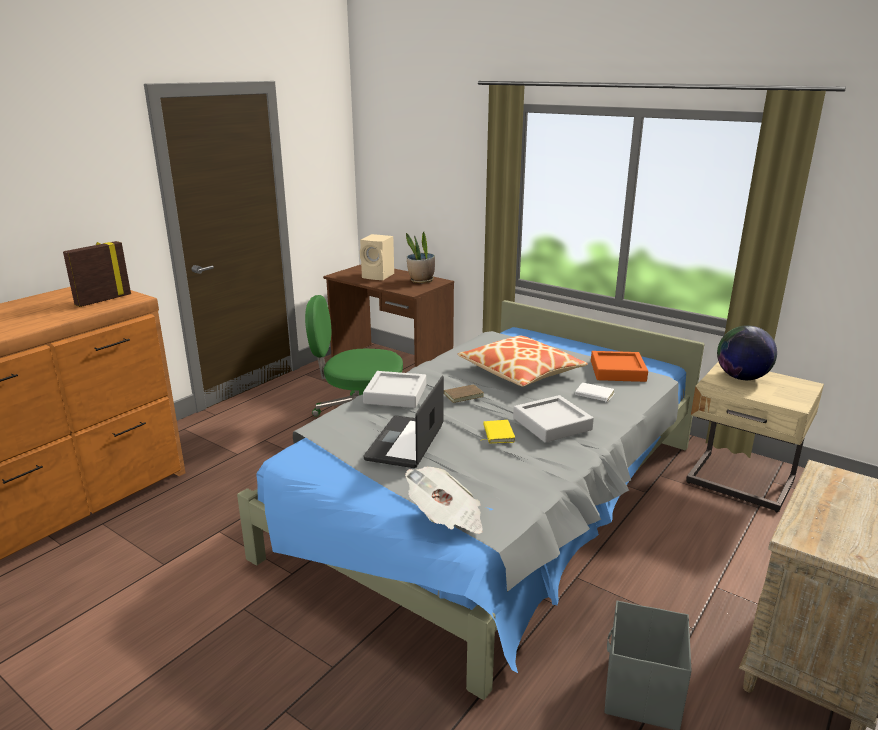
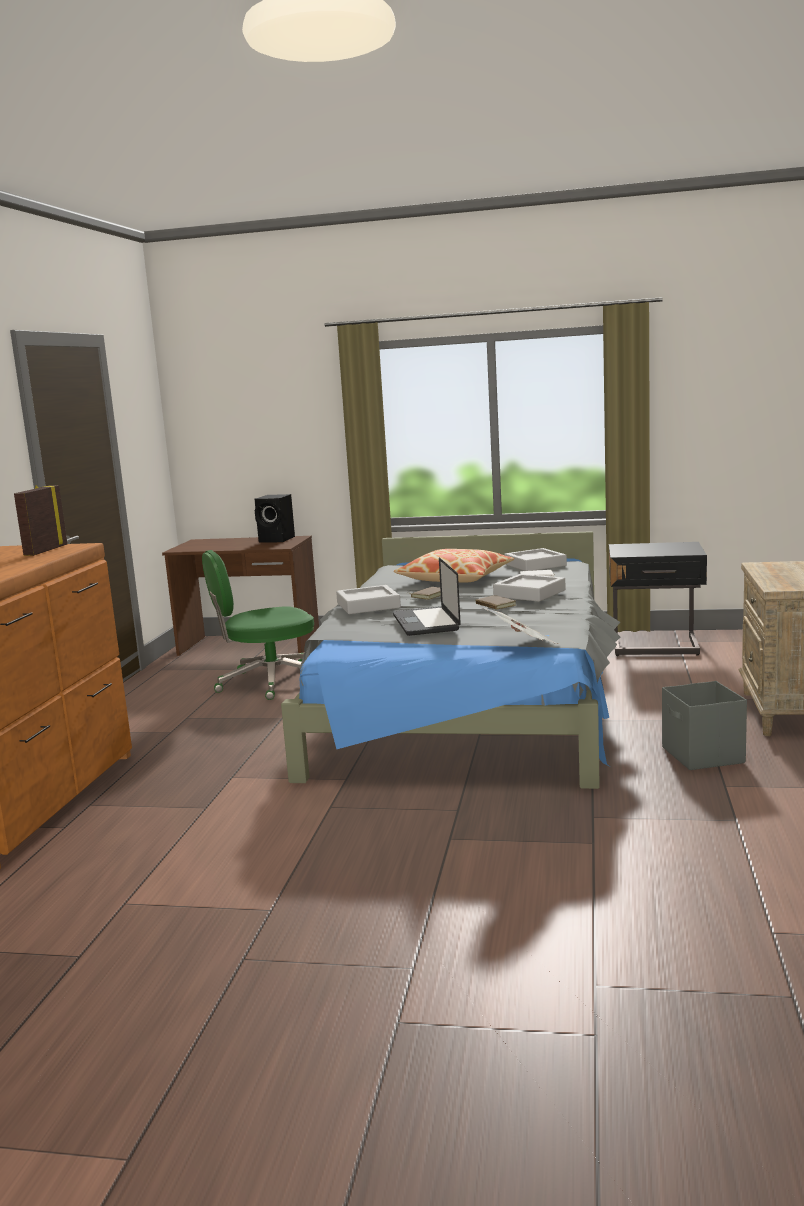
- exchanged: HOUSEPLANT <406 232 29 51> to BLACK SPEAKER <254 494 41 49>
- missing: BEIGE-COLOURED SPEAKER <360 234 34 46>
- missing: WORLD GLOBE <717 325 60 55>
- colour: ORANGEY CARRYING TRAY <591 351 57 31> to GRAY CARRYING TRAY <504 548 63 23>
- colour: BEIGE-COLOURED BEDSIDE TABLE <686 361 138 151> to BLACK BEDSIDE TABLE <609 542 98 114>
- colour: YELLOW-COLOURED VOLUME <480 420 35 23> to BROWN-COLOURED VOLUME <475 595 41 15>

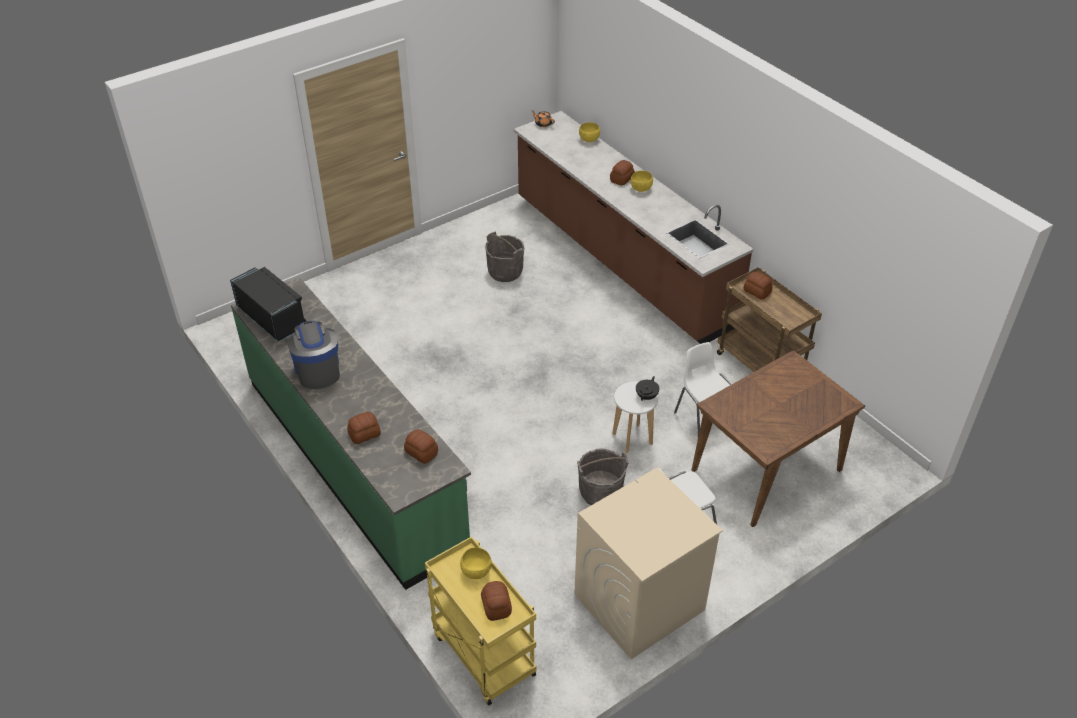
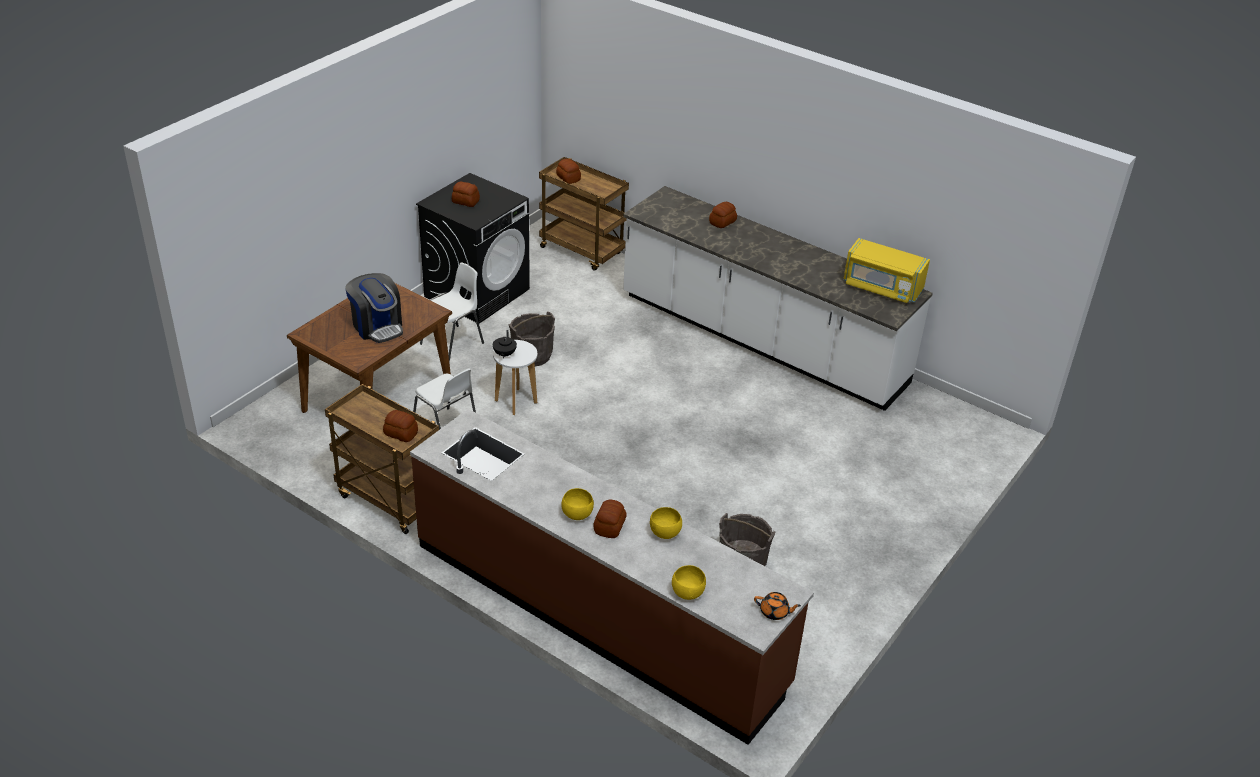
- colour: BLACK MICROWAVE <230 267 76 75> to YELLOW-COLOURED MICROWAVE <844 238 86 65>
- colour: GREEN COUNTER <231 277 240 313> to WHITE-COLOURED COUNTER <623 186 310 225>
- relocated: COFFEE BREWER <288 321 52 68> to <345 273 58 70>
- relocated: BAKERY BREAD <404 429 34 34> to <452 182 28 25>
- colour: BEIGE-COLOURED LAUNDRY APPLIANCE <575 468 148 191> to BLACK LAUNDRY APPLIANCE <416 173 114 151>
- colour: YELLOW-COLOURED WHEELED CART <425 536 111 169> to BROWN-COLOURED WHEELED CART <539 157 90 114>
- relocated: YELLOW-COLOURED BOWL <460 547 32 33> to <650 507 32 32>

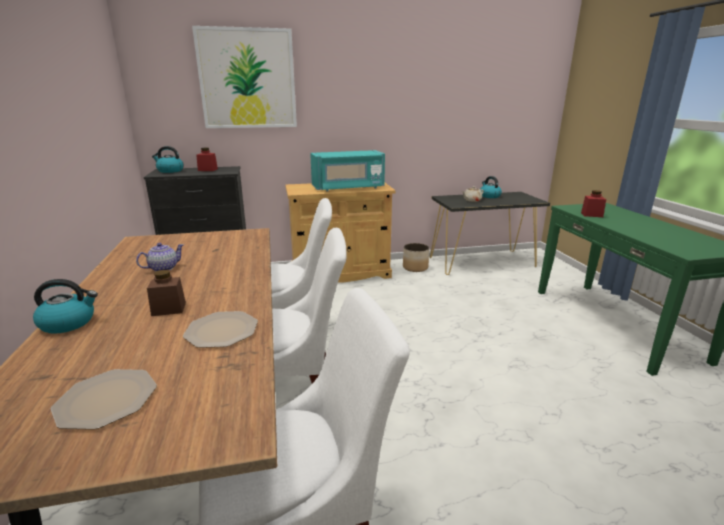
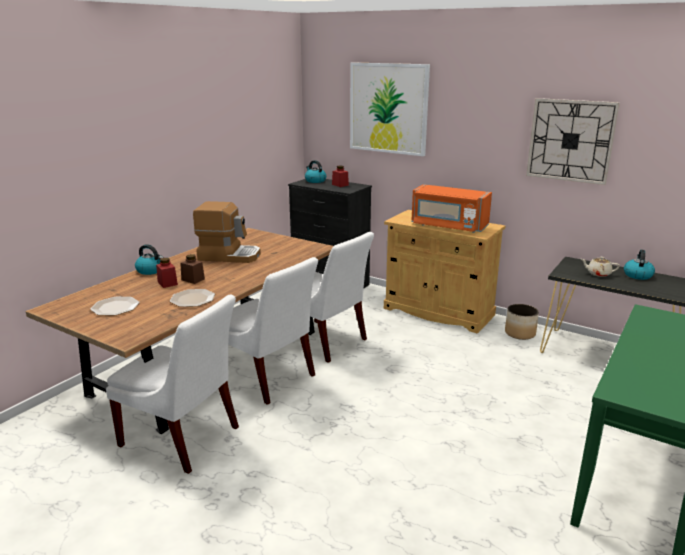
- colour: TURQUOISE MICROWAVE <310 150 75 42> to ORANGEY MICROWAVE <411 184 81 49>
- relocated: RED PRESERVE JAR <581 190 25 27> to <156 258 22 30>
- exchanged: TEAPOT <136 243 48 28> to COFFEE BREWER <193 201 68 62>
- appeared: WALL CLOCK <526 98 94 87>

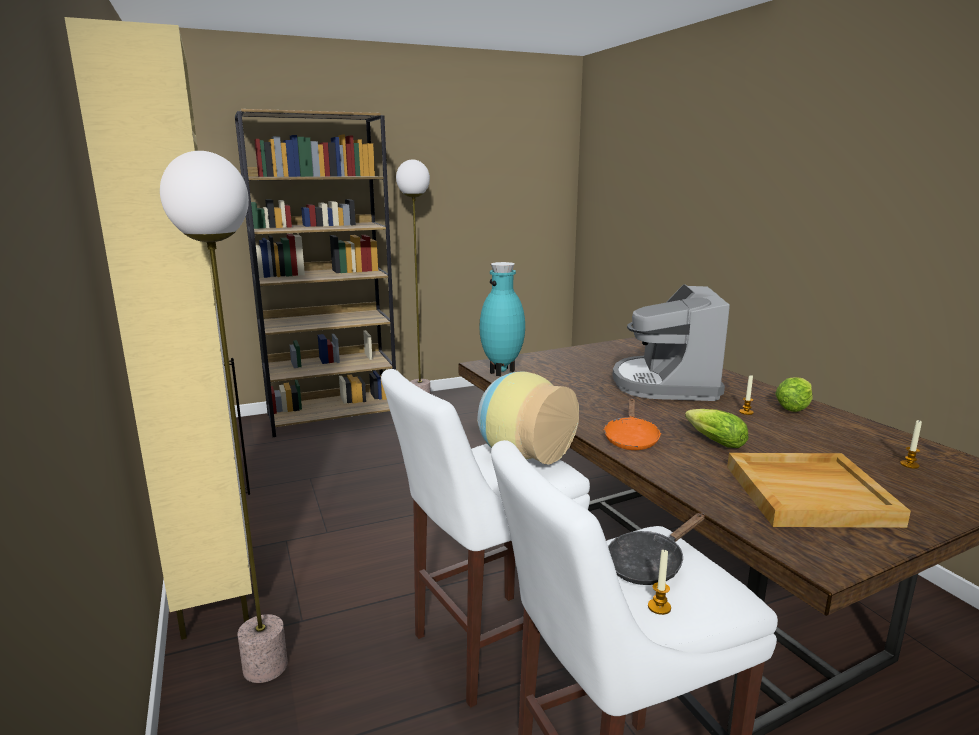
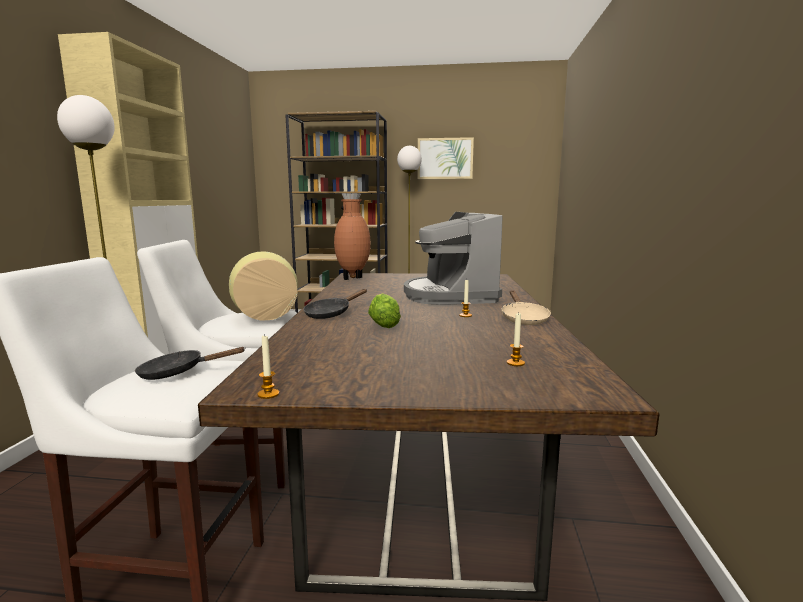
- colour: TURQUOISE FLOWER VASE <479 262 46 114> to BROWN-COLOURED FLOWER VASE <334 193 37 87>
- spun: COFFEE BREWER <612 284 118 117> = <404 212 99 93> 45 degrees counterclockwise
- exchanged: LETTUCE HEAD <775 377 38 35> to BEIGE-COLOURED SKILLET <501 290 50 35>
- colour: ORANGEY SKILLET <603 398 58 52> to BLACK SKILLET <303 289 64 30>
- missing: BEIGE-COLOURED CARRYING TRAY <727 453 184 75>
- relocated: WAX CANDLE <648 550 23 65> to <257 336 22 63>
- appeared: WALL ART <418 137 56 42>

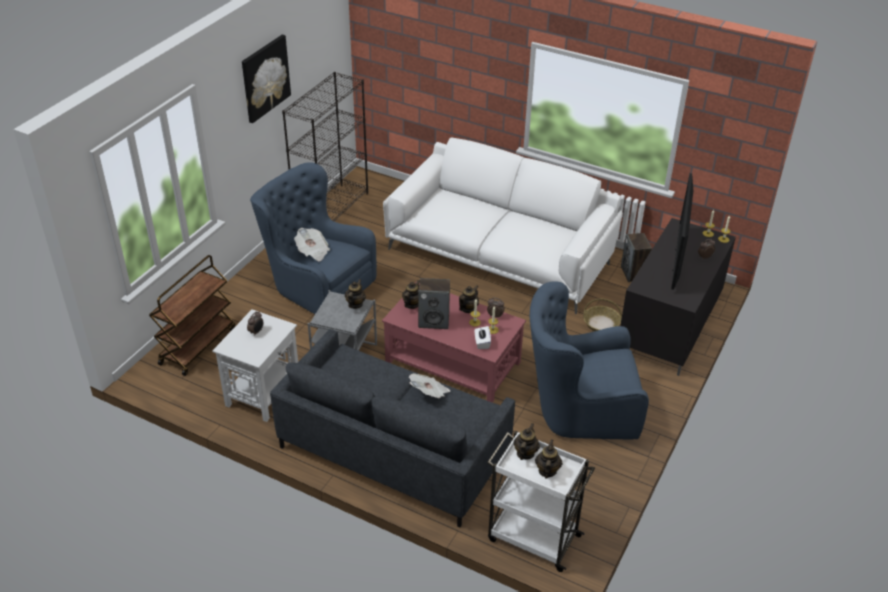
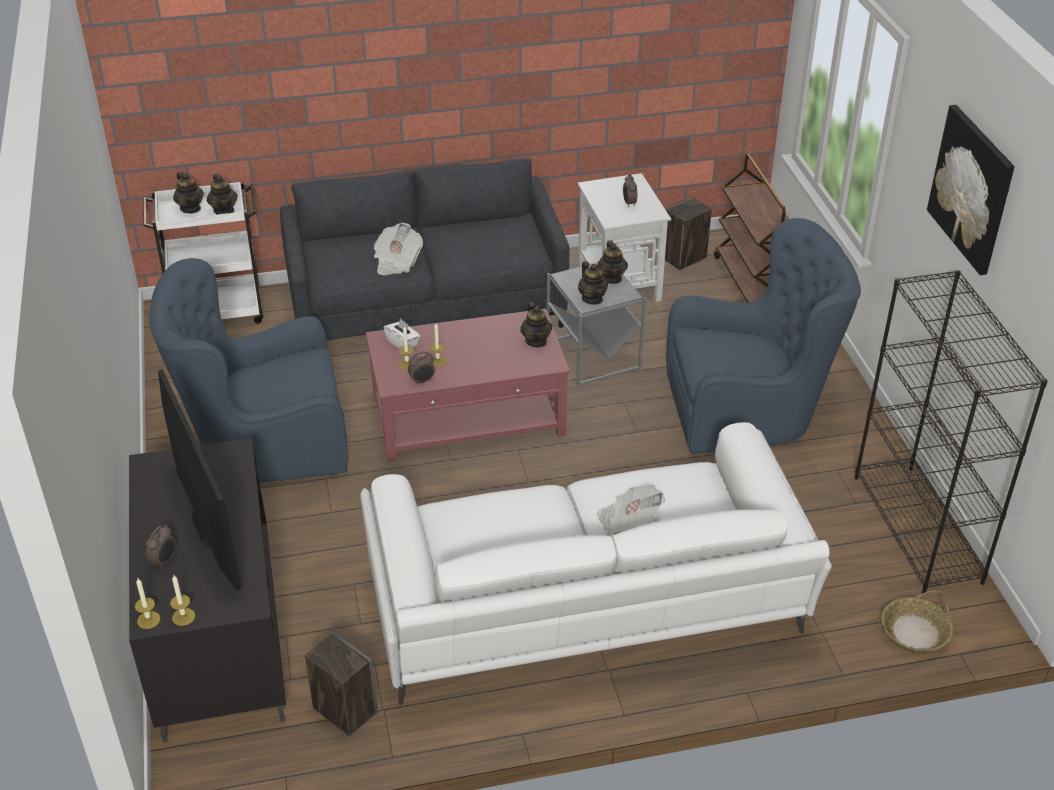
- relocated: DAILY PAPER <294 228 36 33> to <597 484 68 52>
- relocated: SPEAKER <418 278 32 51> to <665 197 47 73>
- spun: BLUISH EASY CHAIR <530 281 119 158> = <149 258 199 225> 150 degrees counterclockwise
- relocated: TEAPOT <459 285 20 28> to <597 240 31 44>
- relocated: STORAGE BASKET <583 299 39 32> to <881 590 72 64>

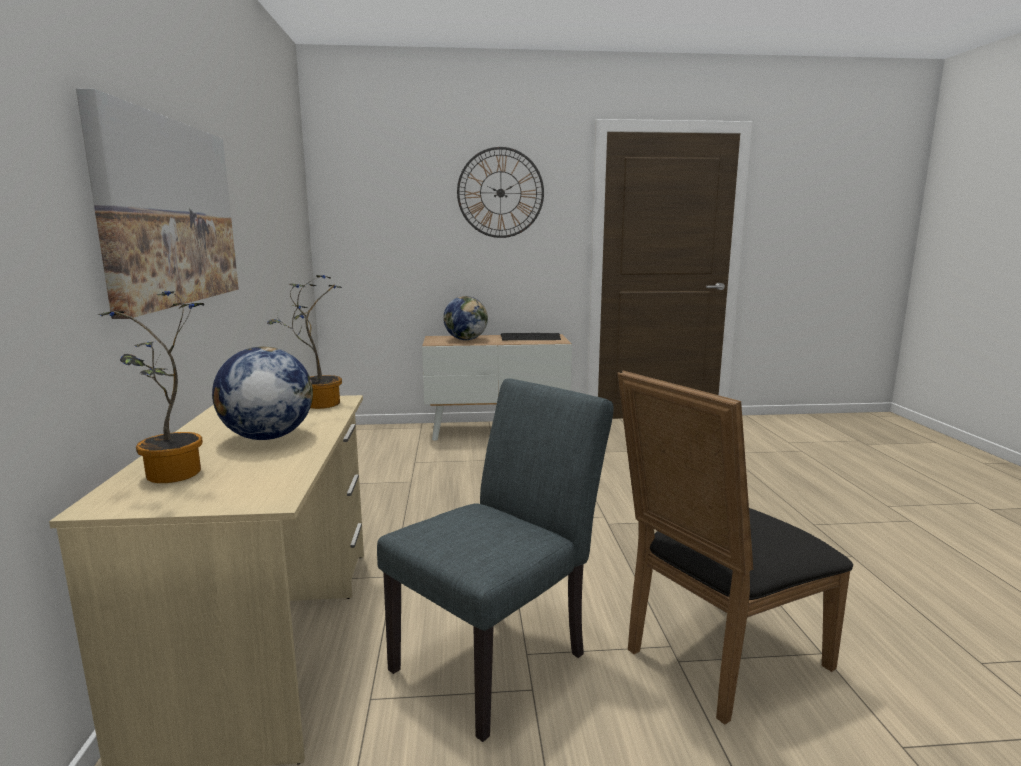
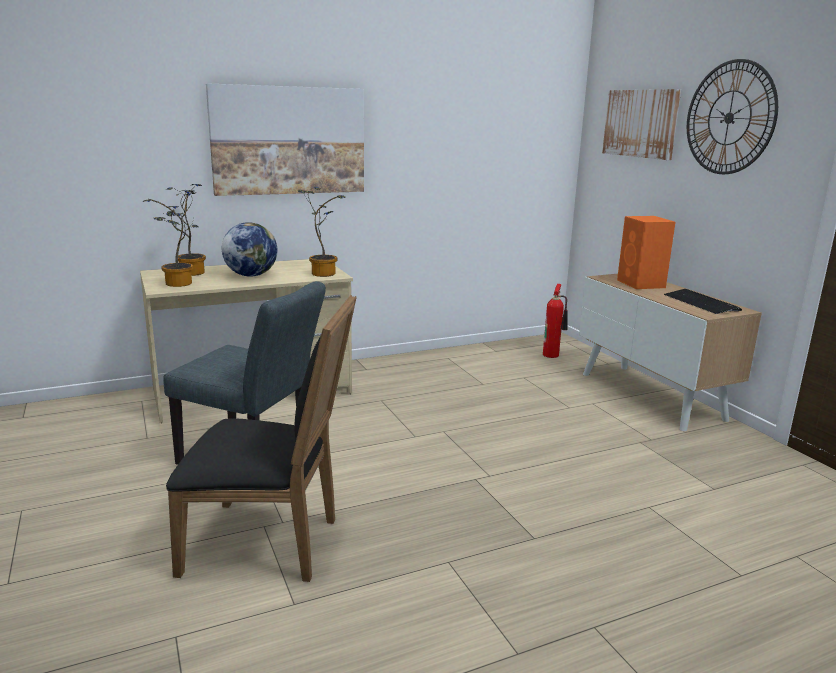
- exchanged: WORLD GLOBE <443 296 45 44> to ORANGEY SPEAKER <617 216 58 73>
- spun: BLACK CHAIR <617 371 236 354> = <166 295 191 287> 150 degrees clockwise
- appeared: WALL ART <602 89 79 71>
- appeared: HOUSEPLANT <143 187 55 100>
- appeared: FIRE-FIGHTING CYLINDER <543 284 25 74>

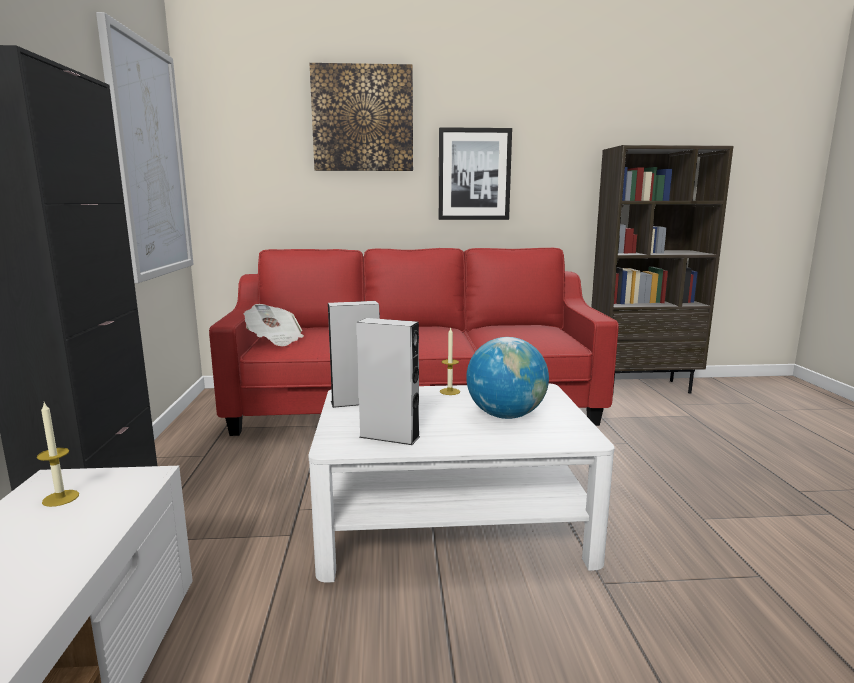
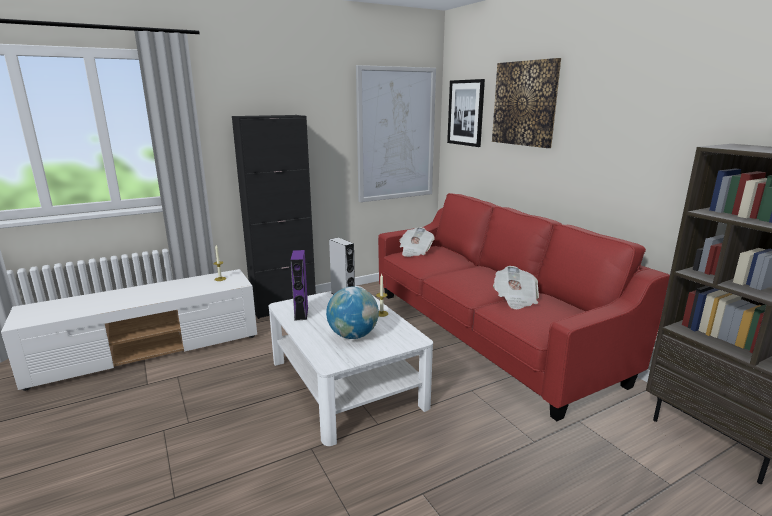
- relocated: WALL ART <439 127 73 93> to <447 79 38 68>
- colour: GRAY SPEAKER <357 318 63 127> to PURPLE-COLOURED SPEAKER <290 250 18 71>
- appeared: DAILY PAPER <493 266 46 43>

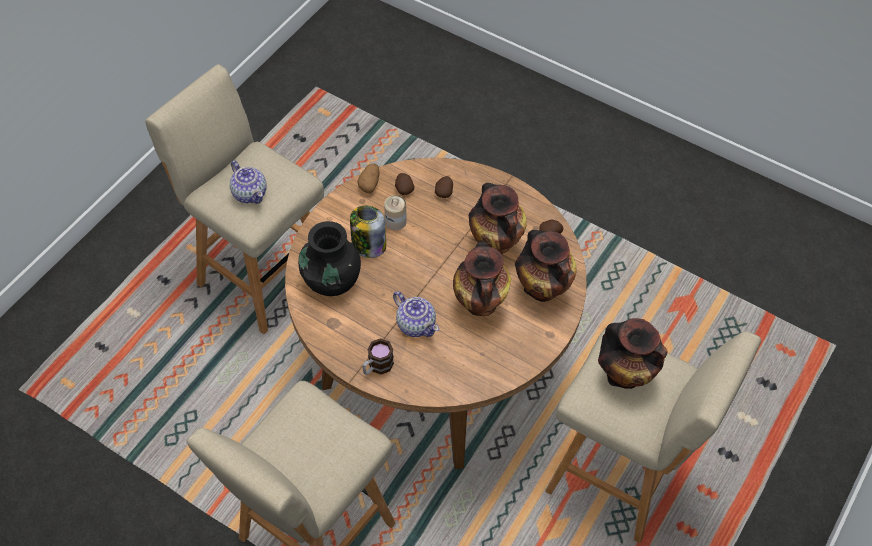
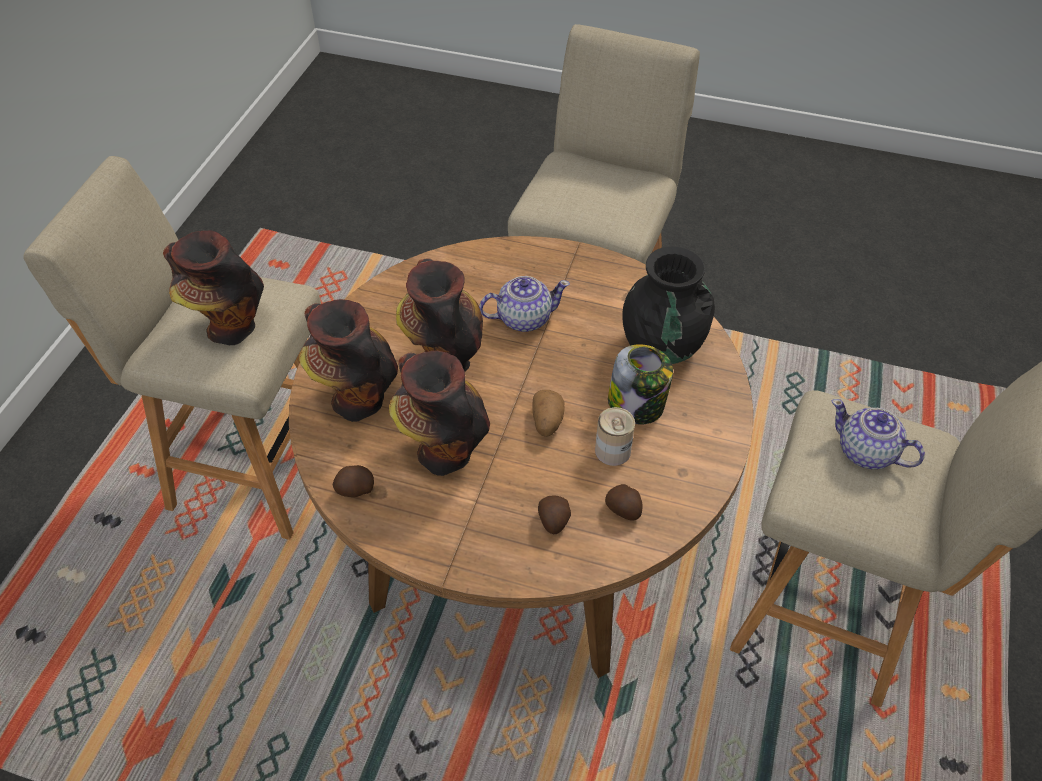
- relocated: WHOLE POTATO <358 164 21 29> to <532 390 33 47>
- spun: TEAPOT <393 291 46 46> = <479 276 91 56> 135 degrees clockwise
- missing: MUG <362 338 32 37>

